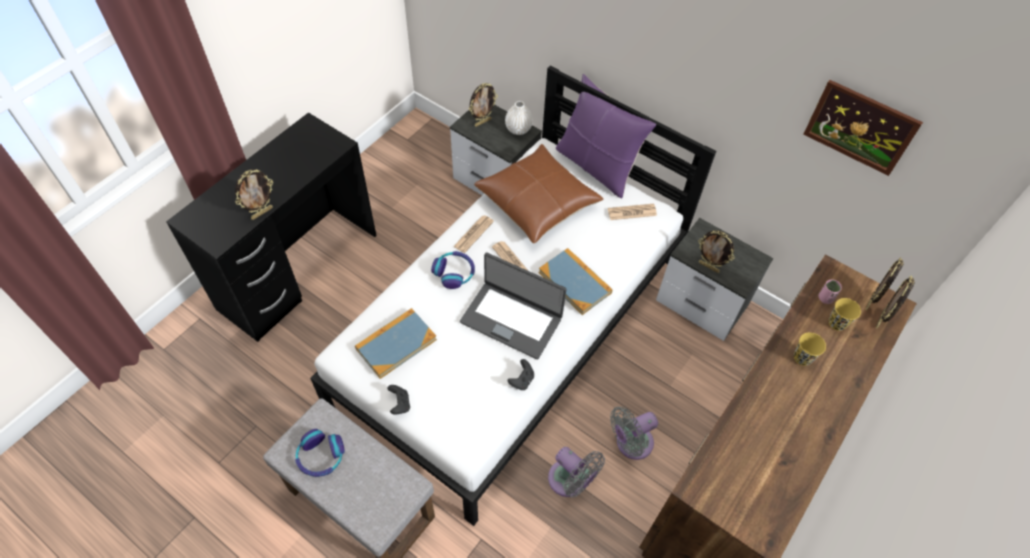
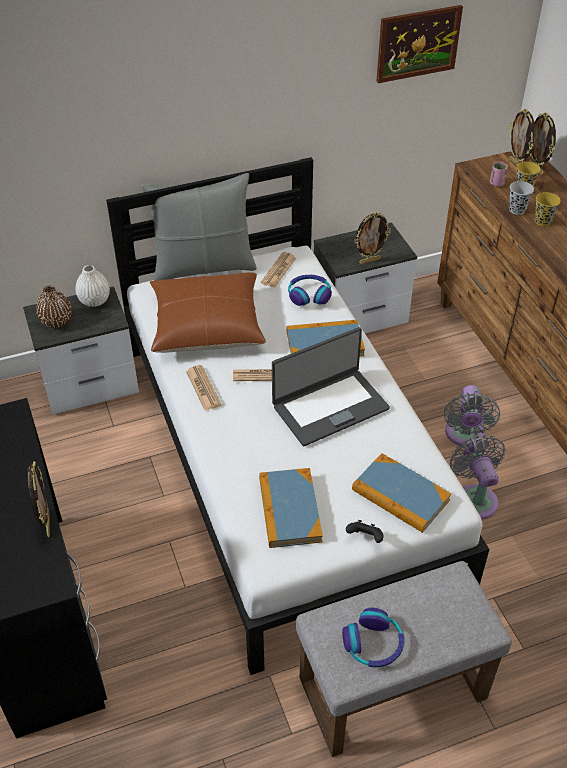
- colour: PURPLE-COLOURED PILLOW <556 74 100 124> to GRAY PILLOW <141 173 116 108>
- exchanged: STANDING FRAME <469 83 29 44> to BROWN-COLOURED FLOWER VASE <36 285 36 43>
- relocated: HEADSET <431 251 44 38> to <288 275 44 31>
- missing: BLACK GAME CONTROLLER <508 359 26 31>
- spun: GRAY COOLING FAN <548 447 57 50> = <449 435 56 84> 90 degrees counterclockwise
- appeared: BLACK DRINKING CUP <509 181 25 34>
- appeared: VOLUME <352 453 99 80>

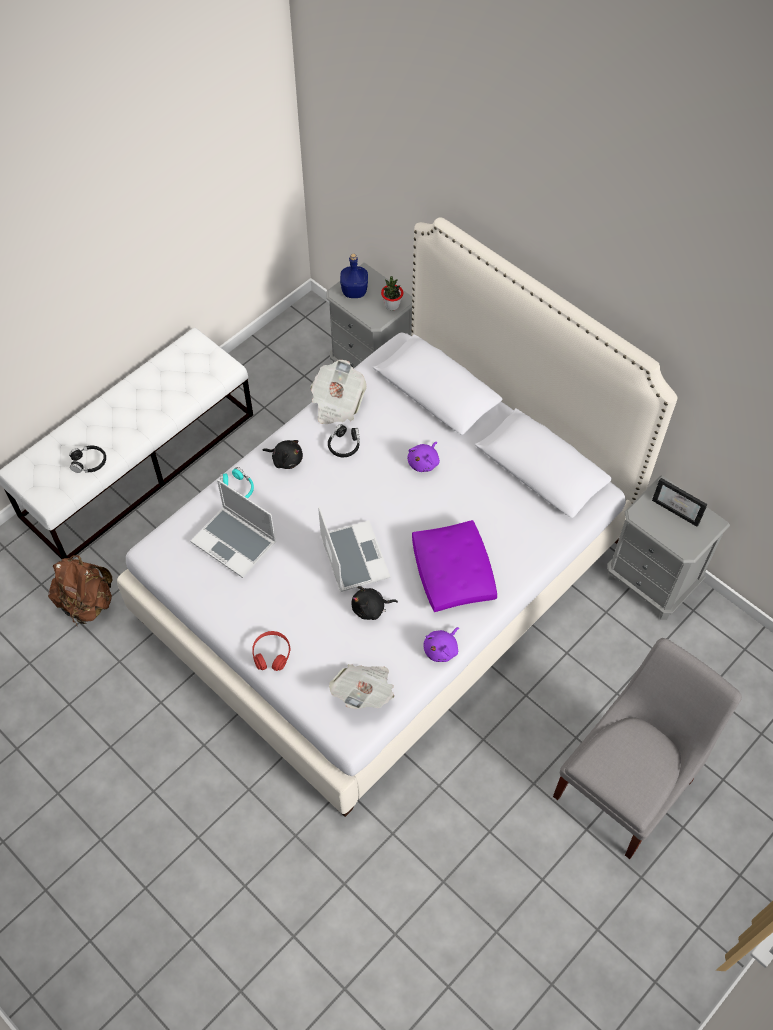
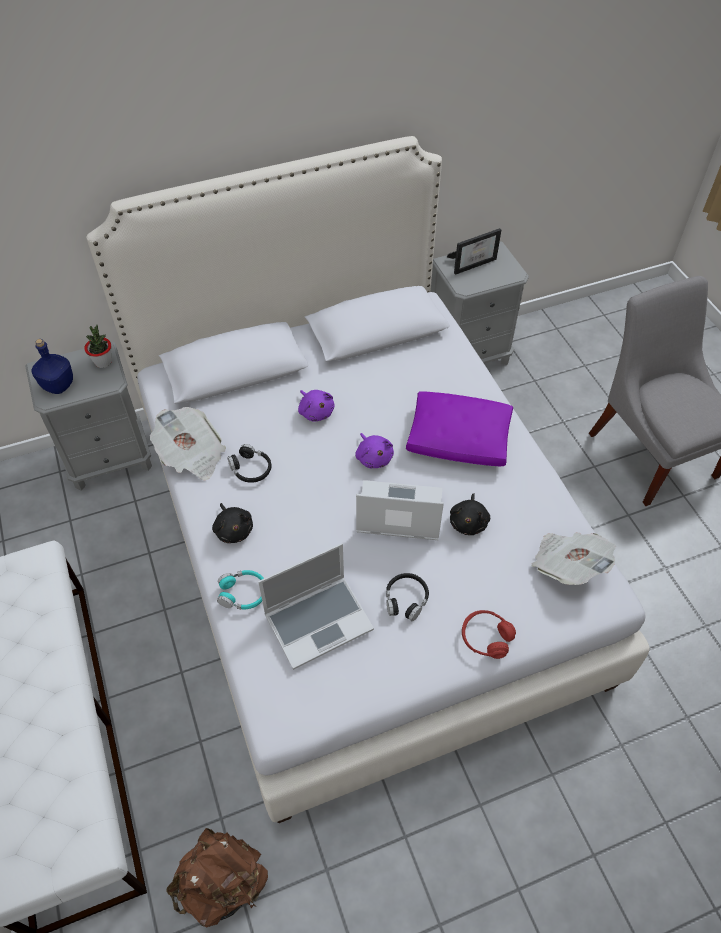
- spun: BLACK PLUSH TOY <262 440 41 29> = <212 503 41 40> 105 degrees clockwise
- relocated: BLACK HEADSET <69 446 37 27> to <386 573 43 48>
- relocated: PURPLE-COLOURED PLUSH TOY <423 627 36 35> to <355 433 39 35>

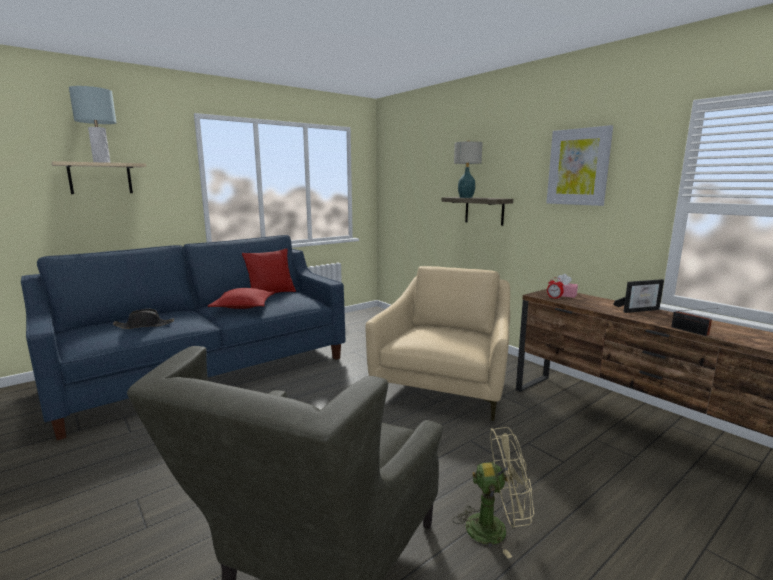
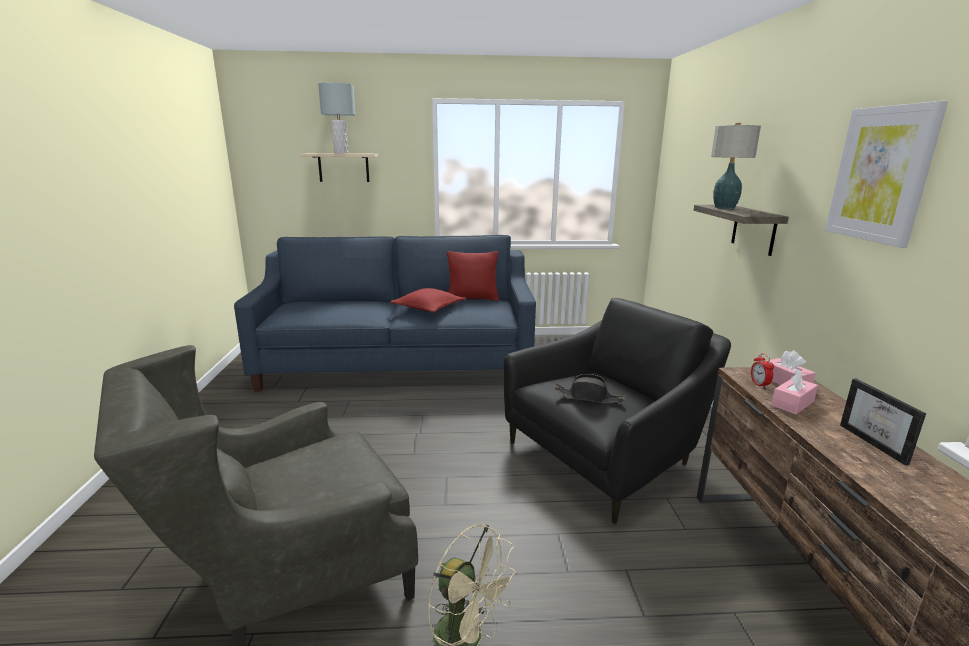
- colour: BEIGE-COLOURED EASY CHAIR <365 266 145 155> to BLACK EASY CHAIR <504 298 227 226>
- spun: STANDING FRAME <613 279 51 34> = <840 379 86 87> 60 degrees clockwise
- missing: RADIO <671 308 47 28>
- relocated: BLACK WEARABLE HAT <113 309 61 20> to <554 374 71 29>
- appeared: PINK TISSUE BOX <771 369 47 46>

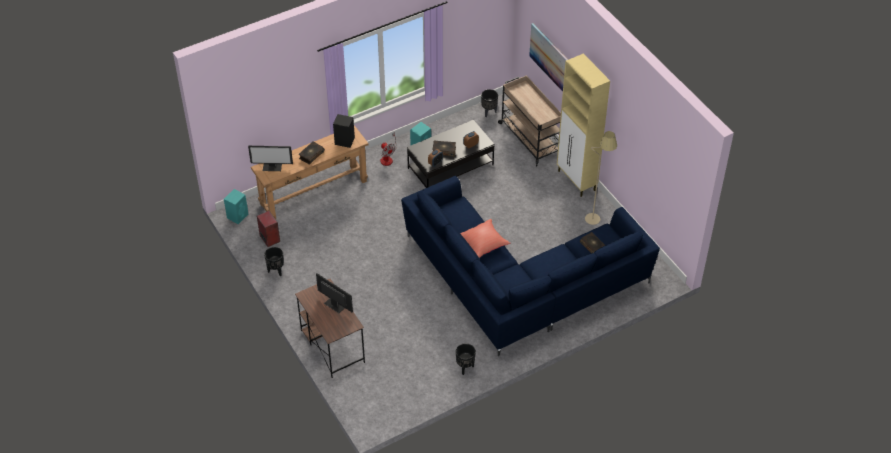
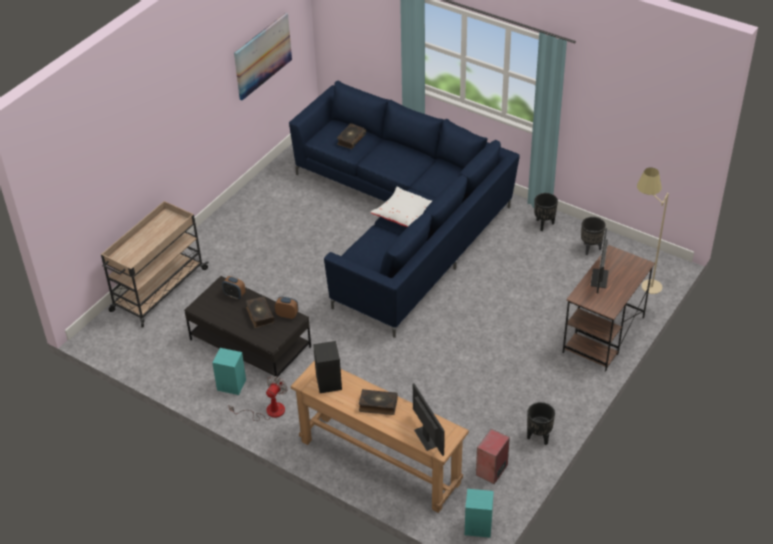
- relocated: WALL ART <529 23 40 69> to <234 13 58 87>
- missing: BEIGE-COLOURED CABINET <557 54 53 143>
- relocated: BLACK FLOWER POT <481 89 17 28> to <581 217 25 38>
- relocated: BEIGE-COLOURED STANDARD LAMP <585 131 32 94> to <637 167 32 127>
- colour: RED PILLOW <460 219 50 39> to WHITE-COLOURED PILLOW <370 187 62 40>

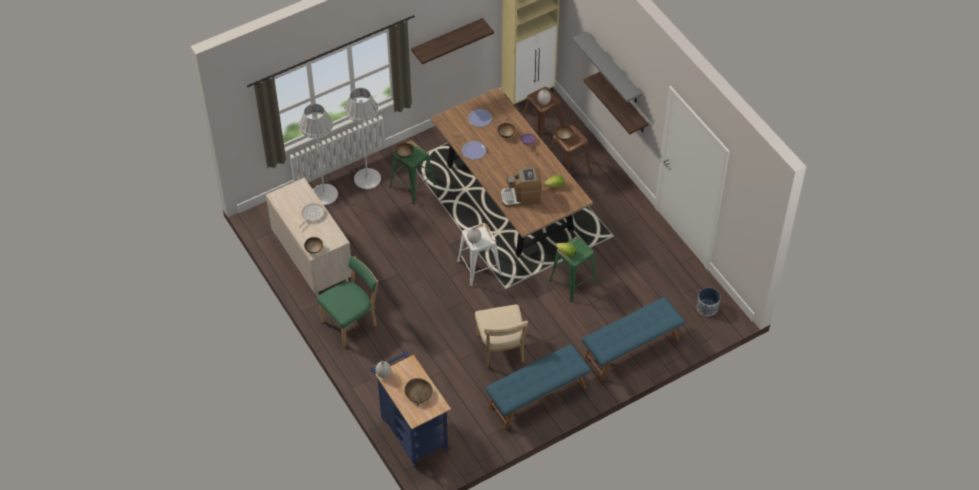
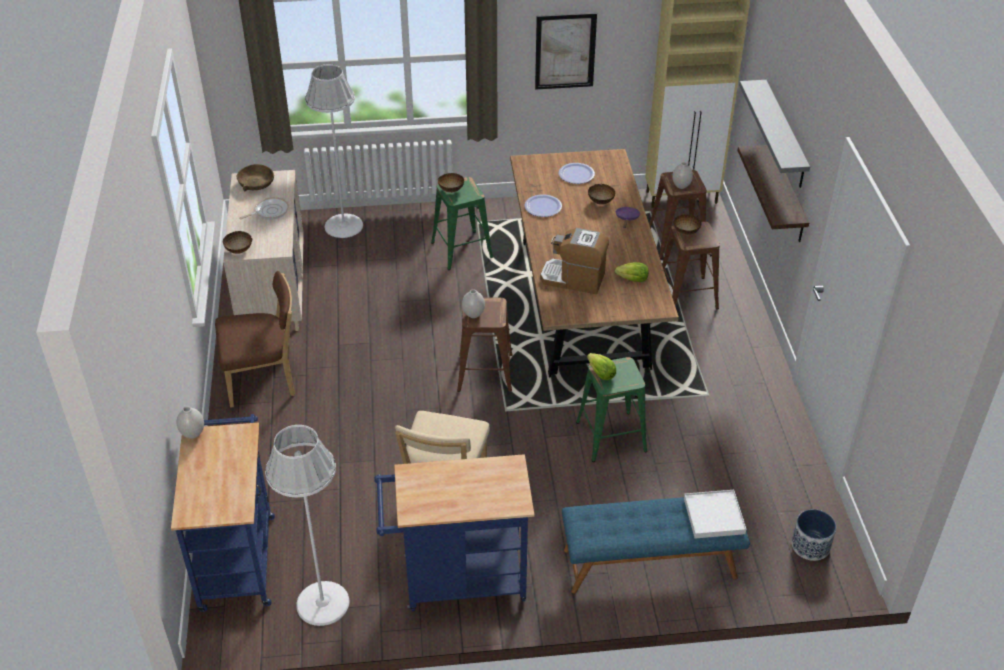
- exchanged: SHELF <411 18 83 46> to WALL ART <535 13 62 77>
- relocated: WHITE-COLOURED STANDARD LAMP <344 88 37 101> to <265 425 84 201>
- colour: WHITE-COLOURED SITTING STOOL <457 223 45 64> to BROWN-COLOURED SITTING STOOL <457 297 56 95>
- colour: GREEN CHAIR <317 256 61 91> to BROWN-COLOURED CHAIR <215 271 80 137>
- exchanged: BLUISH INDOOR BENCH <485 344 106 86> to BLUISH WHEELED CART <374 454 160 157>
- relocated: BROWN-COLOURED BOWL <404 378 29 28> to <237 164 37 27>
- appeared: WHITE-COLOURED CARRYING TRAY <684 490 62 48>

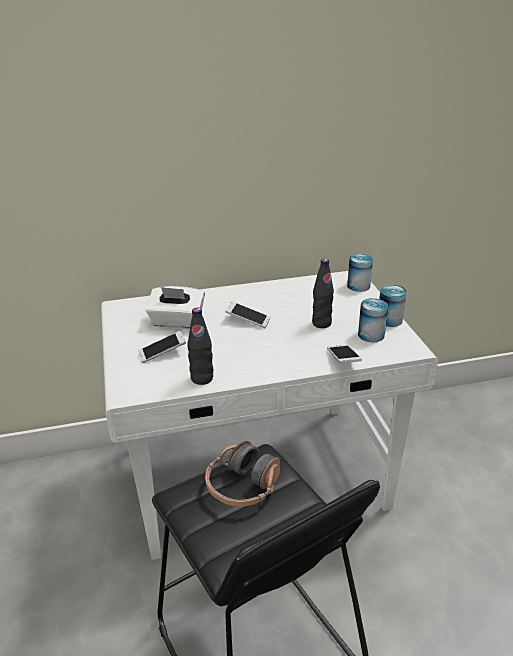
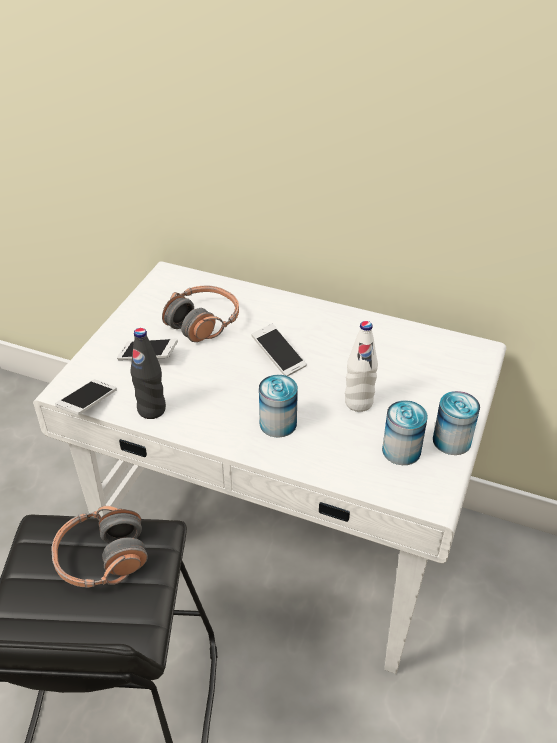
- relocated: CAN <347 254 26 38> to <259 375 39 63>
- colour: BLACK BEVERAGE BOTTLE <312 259 22 69> to WHITE-COLOURED BEVERAGE BOTTLE <345 321 33 91>
- exchanged: WHITE-COLOURED TISSUE BOX <145 286 60 43> to HEADSET <162 286 77 56>
- relocated: PHONE <327 344 35 19> to <55 379 62 36>

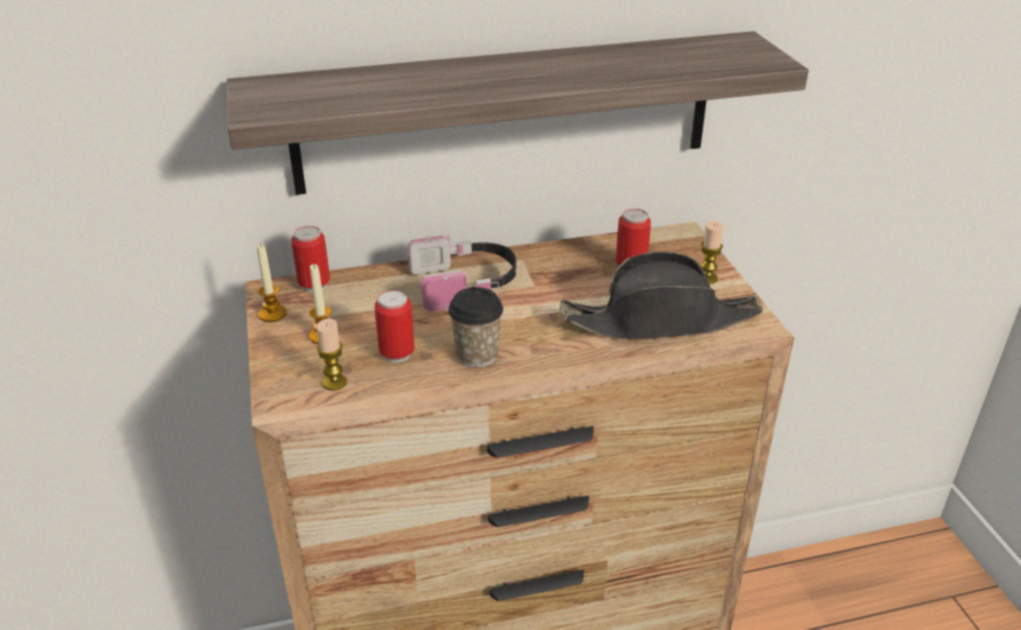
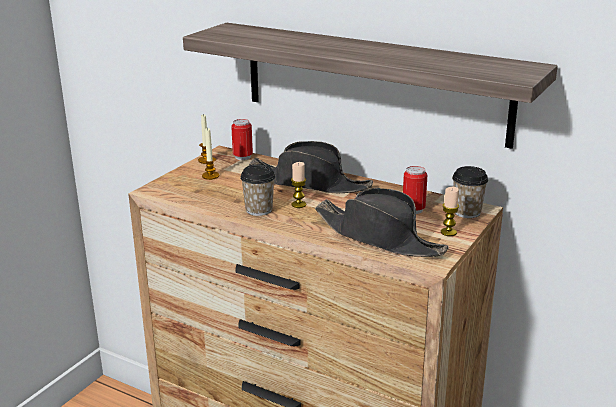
- exchanged: HEADSET <407 234 109 77> to BLACK WEARABLE HAT <248 141 125 52>
- missing: CAN <375 290 40 73>
- relocated: WAX CANDLE <316 319 31 71> to <291 162 15 46>
- appeared: DRINKING CUP <452 166 36 52>

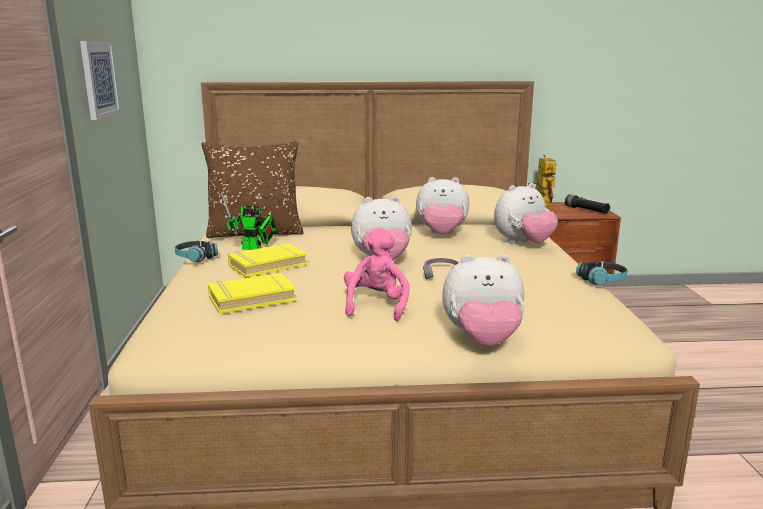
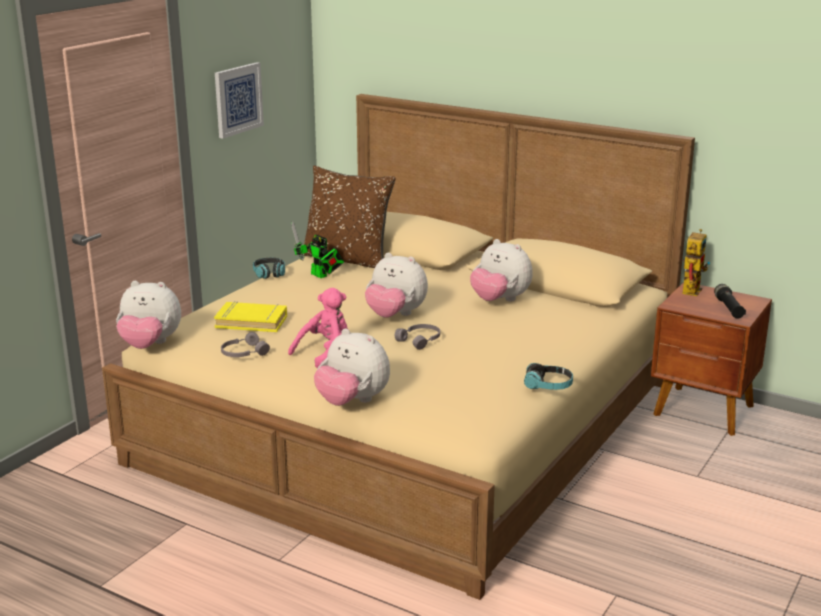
- relocated: PLUSH TOY <494 183 64 61> to <116 281 65 68>
- missing: YELLOW-COLOURED VOLUME <228 243 79 35>
- appeared: GRAY HEADSET <221 332 49 25>

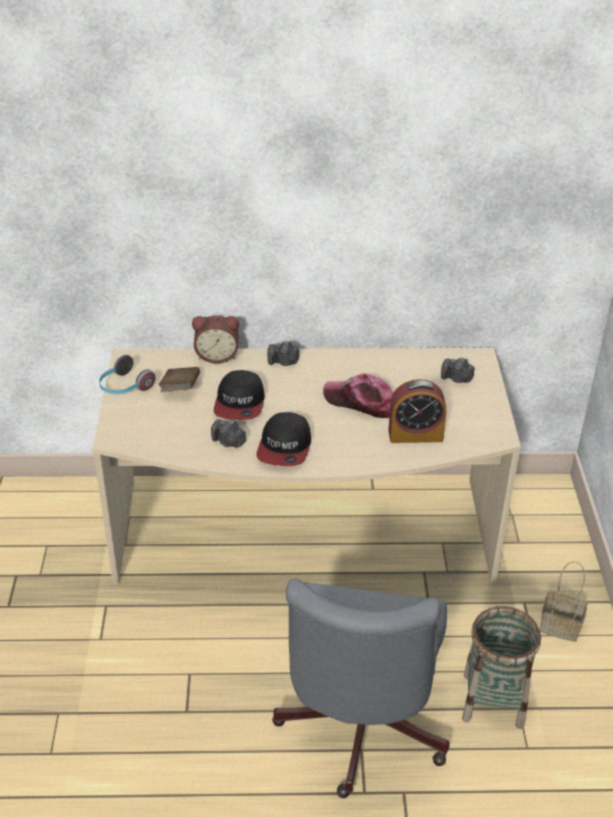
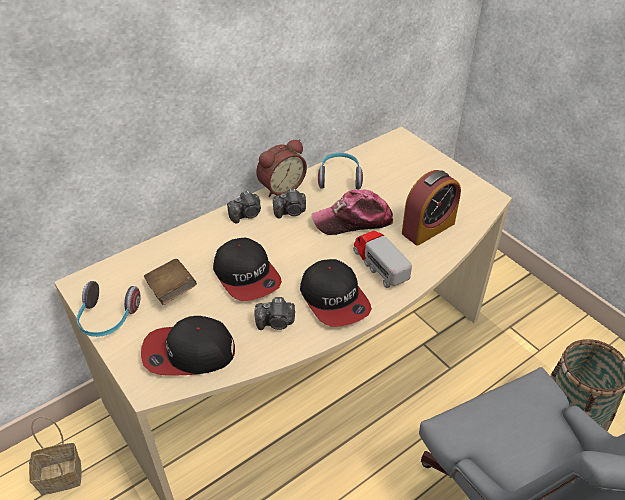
- relocated: BEDSIDE CLOCK <192 316 47 47> to <256 139 51 58>
- relocated: STILL CAMERA <441 357 33 26> to <273 189 33 30>
- relocated: STORAGE BASKET <540 561 47 81> to <29 417 53 78>
- appeared: HEADSET <318 153 45 36>
- appeared: TOY LORRY <354 230 58 58>
- appeared: PEAKED CAP <141 316 94 59>

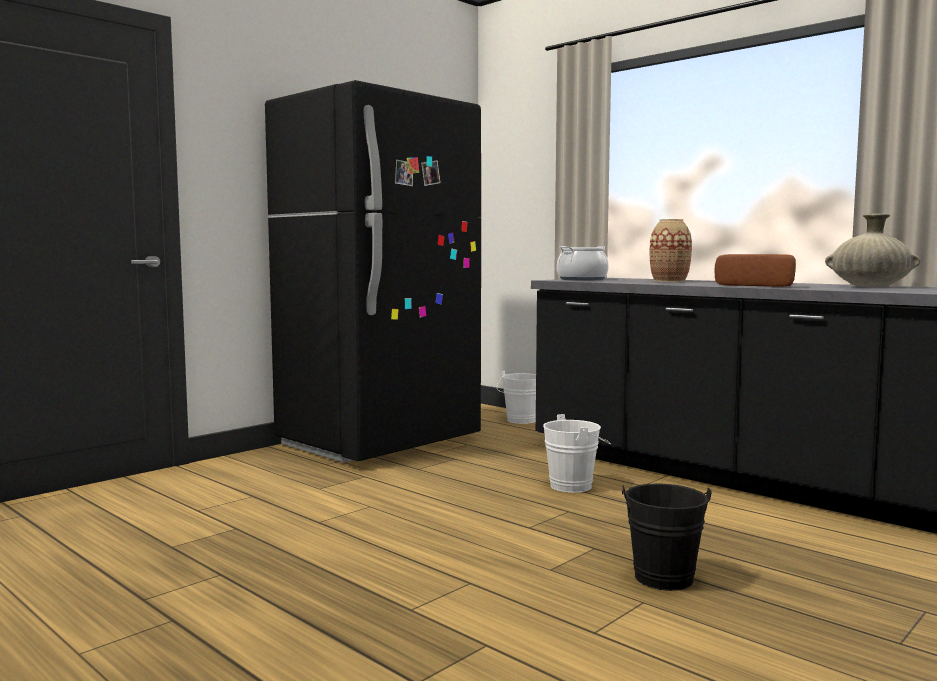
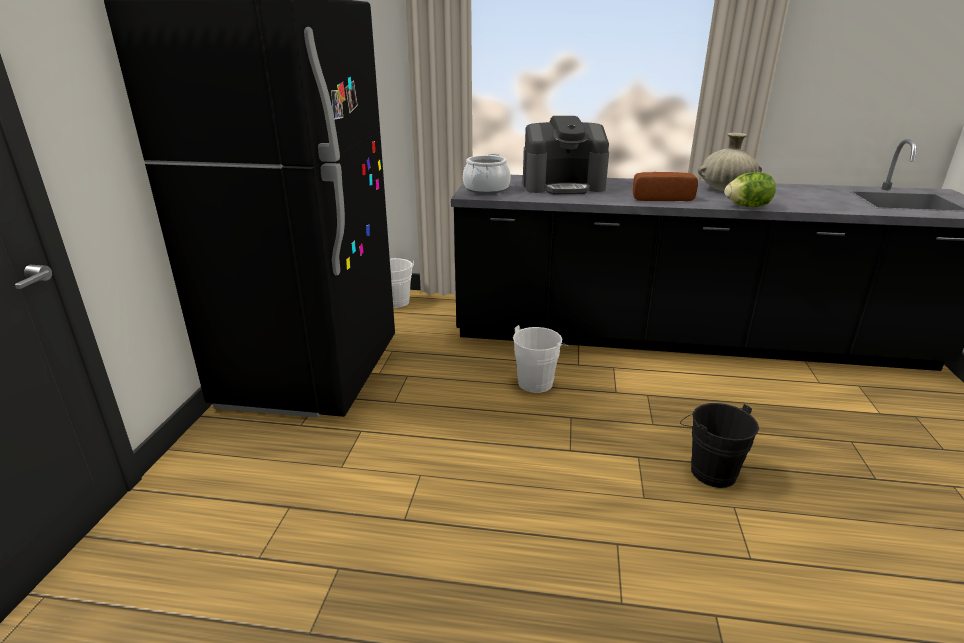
- exchanged: FLOWER VASE <649 219 43 63> to COFFEE BREWER <523 116 86 78>
- appeared: LETTUCE HEAD <724 172 52 35>

